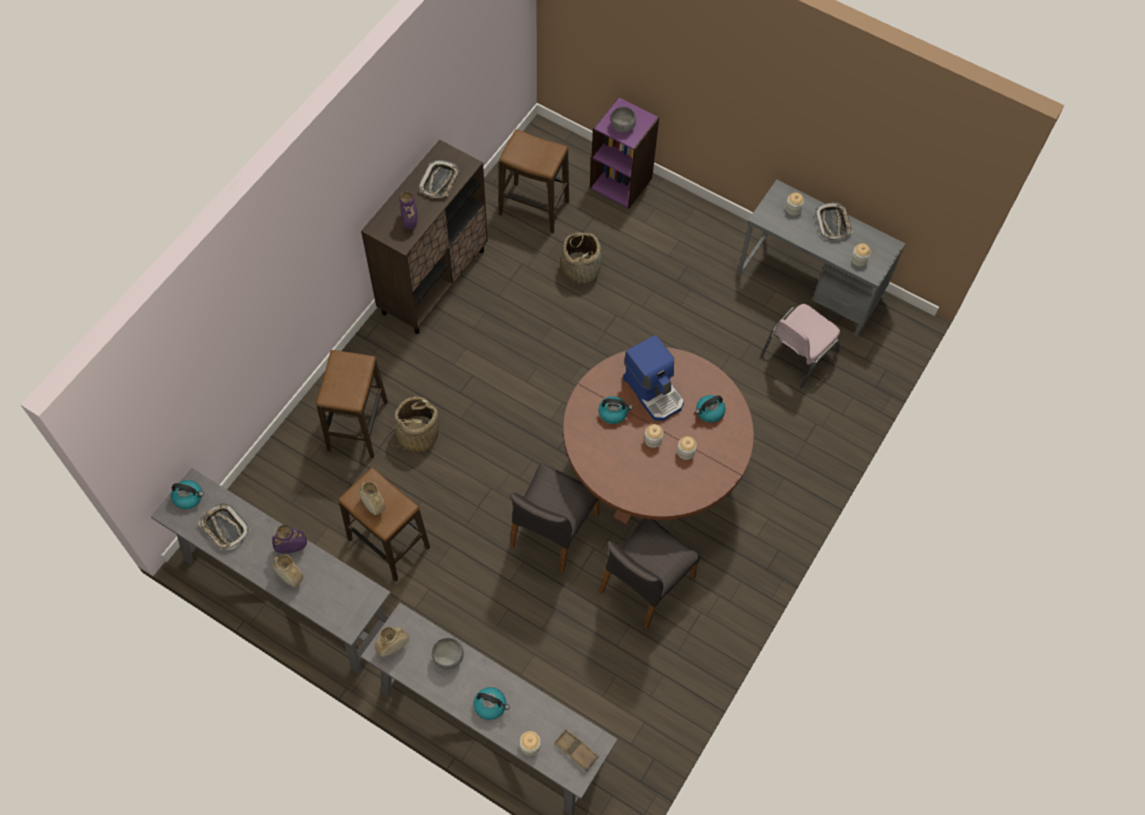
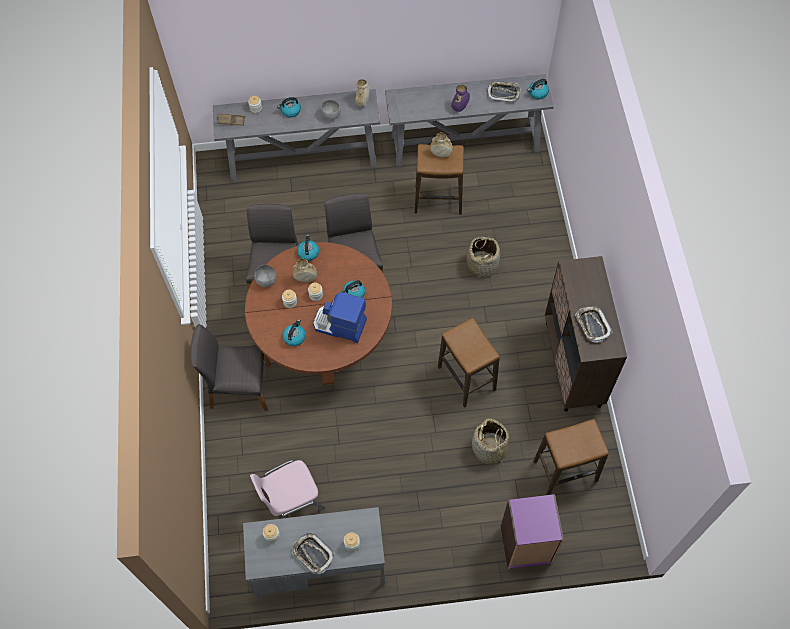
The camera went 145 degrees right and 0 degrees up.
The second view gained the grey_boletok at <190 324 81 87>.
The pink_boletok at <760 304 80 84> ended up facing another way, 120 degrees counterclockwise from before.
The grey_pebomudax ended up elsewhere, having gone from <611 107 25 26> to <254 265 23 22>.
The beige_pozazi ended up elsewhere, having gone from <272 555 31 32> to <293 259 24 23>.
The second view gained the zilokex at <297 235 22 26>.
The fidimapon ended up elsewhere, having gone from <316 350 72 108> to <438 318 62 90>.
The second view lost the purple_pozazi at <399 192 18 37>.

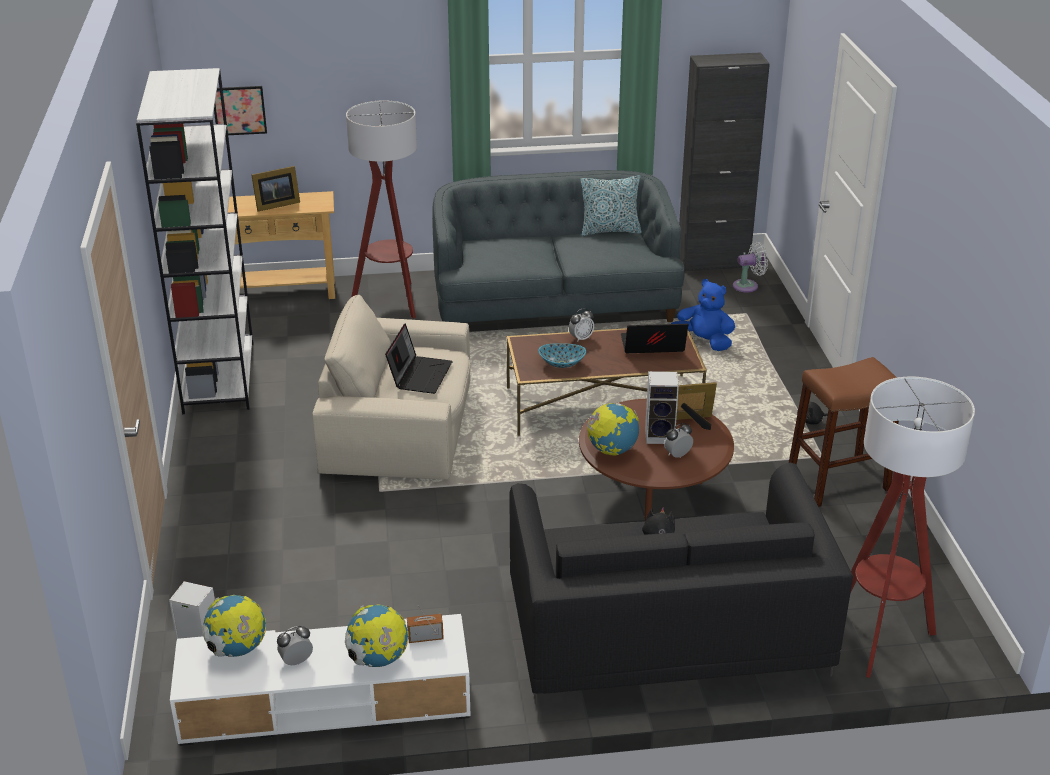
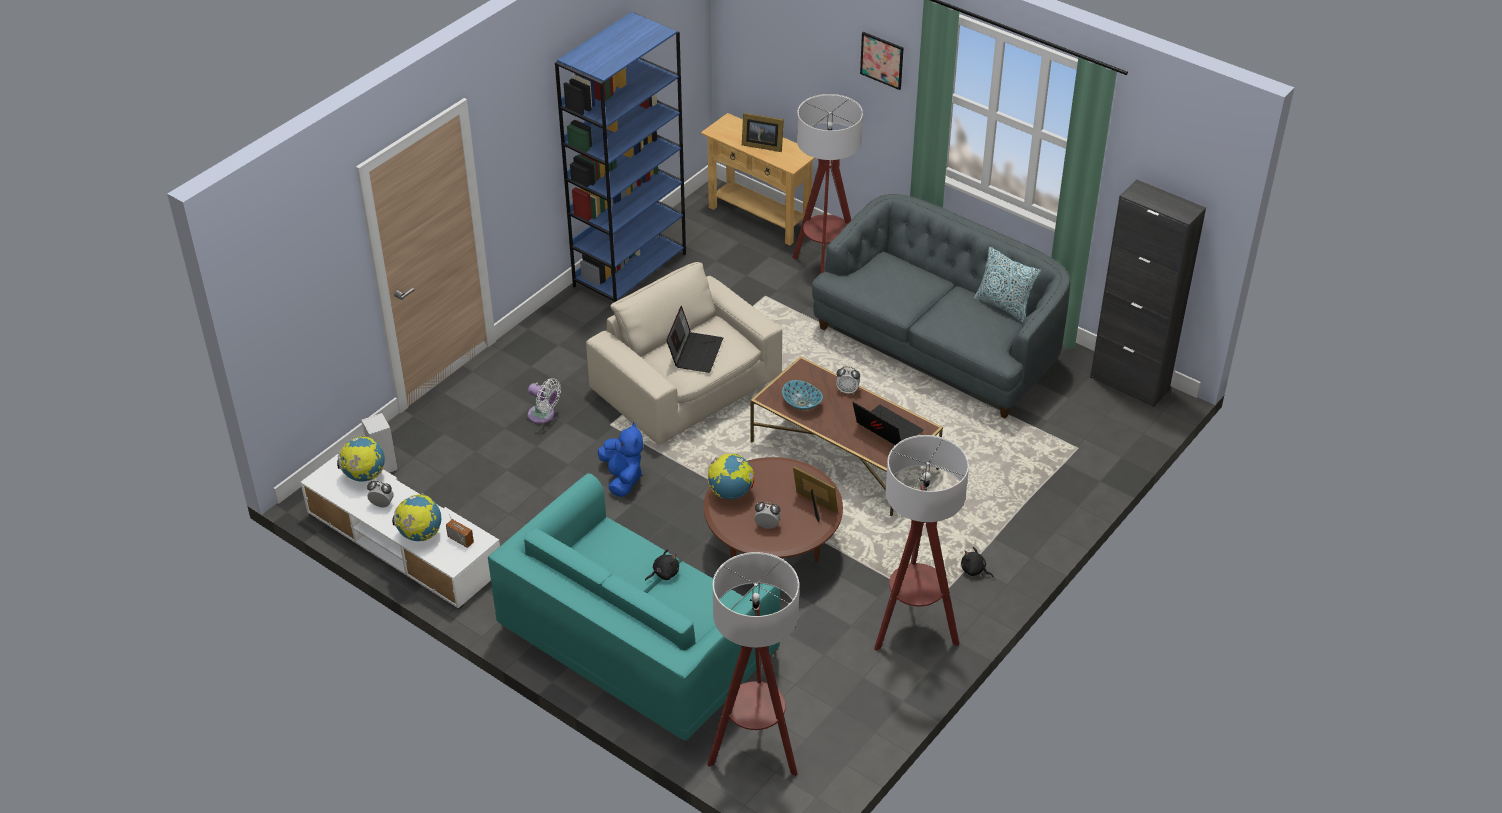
The camera went 45 degrees right and 10 degrees up.
What was the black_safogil at <509 463 344 242> turned into the turquoise_safogil at <488 473 292 274>.
The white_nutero ended up elsewhere, having gone from <733 242 35 50> to <528 378 33 46>.
What was the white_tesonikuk at <136 68 118 346> turned into the blue_tesonikuk at <555 12 131 290>.
The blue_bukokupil ended up elsewhere, having gone from <671 279 64 72> to <598 422 45 75>.
The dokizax at <385 323 68 71> ended up facing another way, 45 degrees counterclockwise from before.
The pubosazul ended up elsewhere, having gone from <214 86 53 49> to <860 32 44 58>.
Where the brown_fidimapon stood at <789 357 110 150>, the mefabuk came to stand at <874 435 95 216>.
The second view lost the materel at <645 371 34 73>.

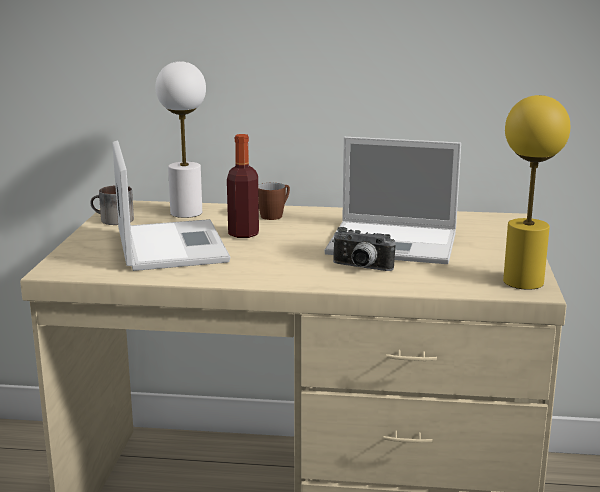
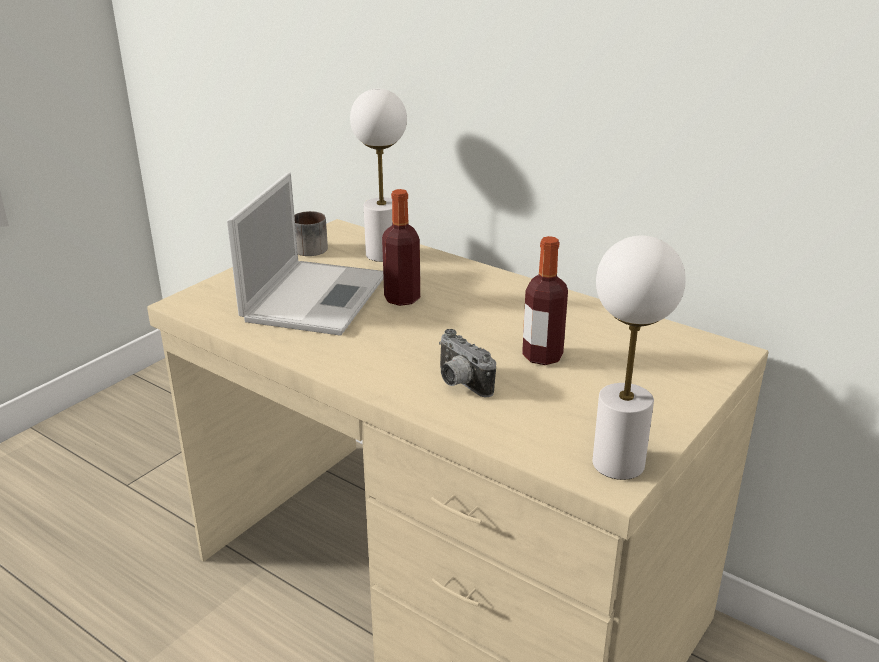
The camera went 30 degrees right and 10 degrees up.
Where the dokizax stood at <325 137 136 127>, the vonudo came to stand at <522 236 46 129>.
What was the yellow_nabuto at <503 95 67 195> turned into the white_nabuto at <592 236 94 244>.
The second view lost the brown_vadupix at <258 183 32 37>.

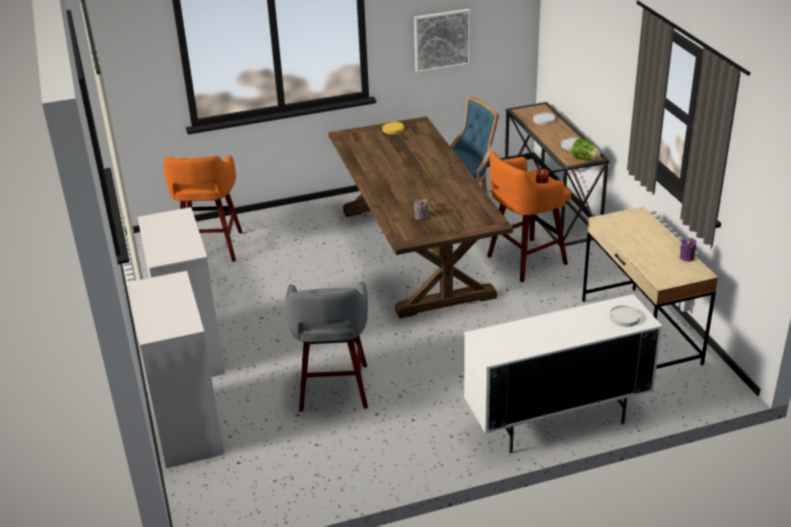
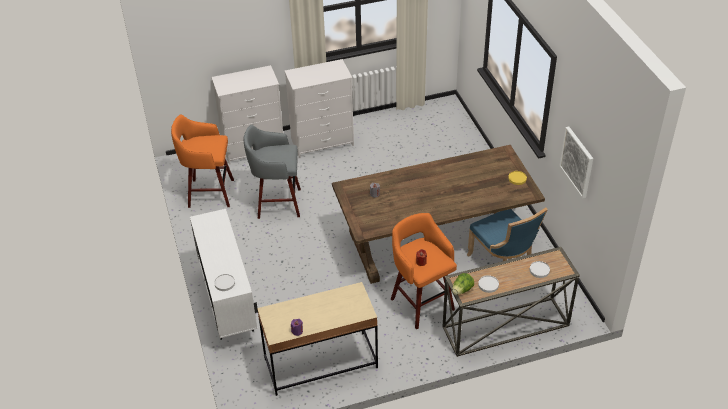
The camera went 90 degrees right and 10 degrees up.
The orange_fidimapon ended up elsewhere, having gone from <164 155 78 107> to <171 115 63 93>.

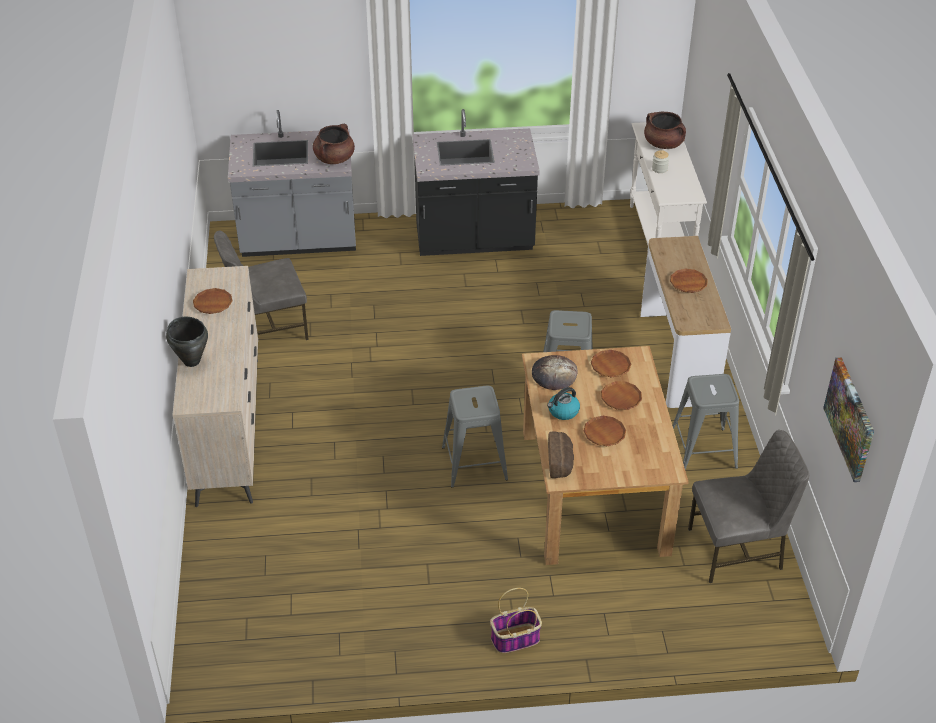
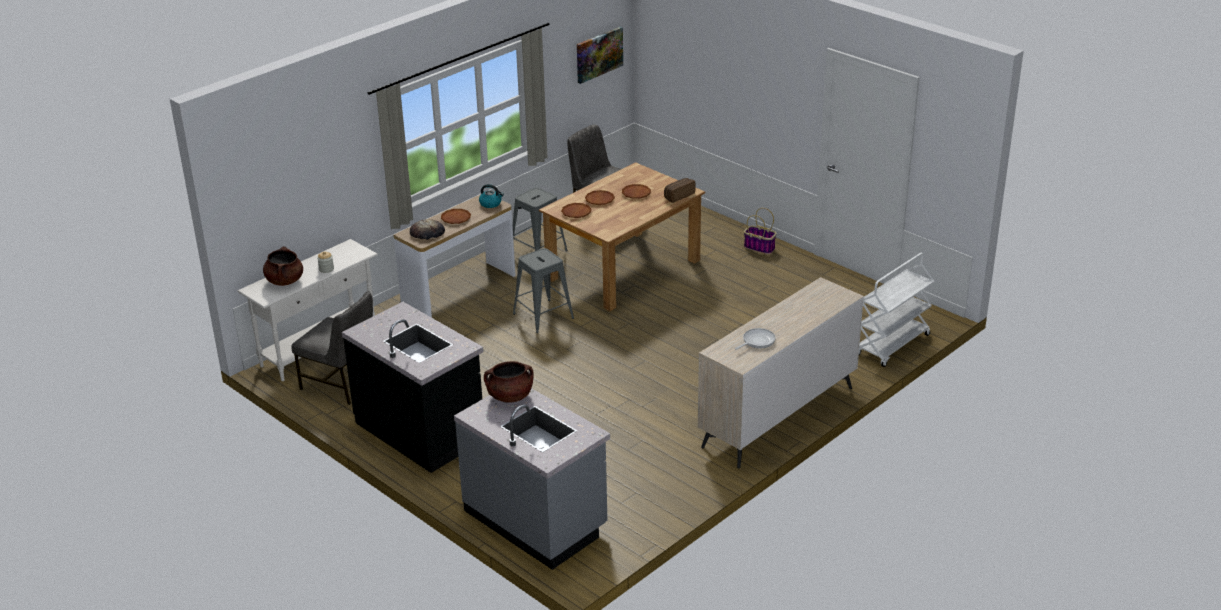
The camera went 130 degrees left and 10 degrees down.
The grey_boletok ended up elsewhere, having gone from <214 231 95 109> to <291 291 82 114>.
The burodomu ended up elsewhere, having gone from <532 355 46 35> to <410 219 35 21>.
The zilokex ended up elsewhere, having gone from <547 387 33 33> to <479 184 25 24>.
Where the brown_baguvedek stood at <193 288 39 26>, the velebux came to stand at <735 328 41 22>.
The second view gained the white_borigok at <859 253 76 114>.
The second view lost the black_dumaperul at <166 317 42 50>.
The second view lost the grey_fidimapon at <442 386 66 102>.

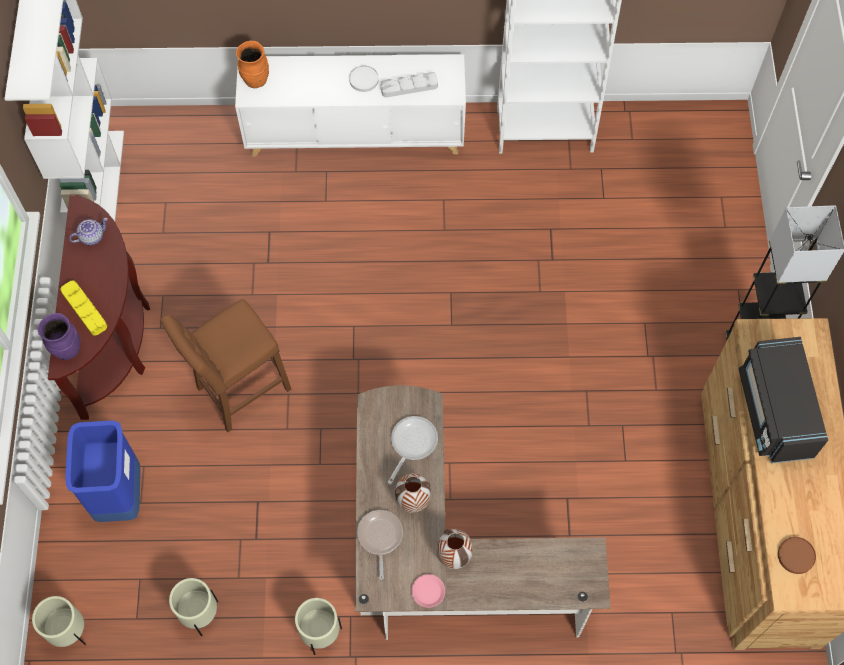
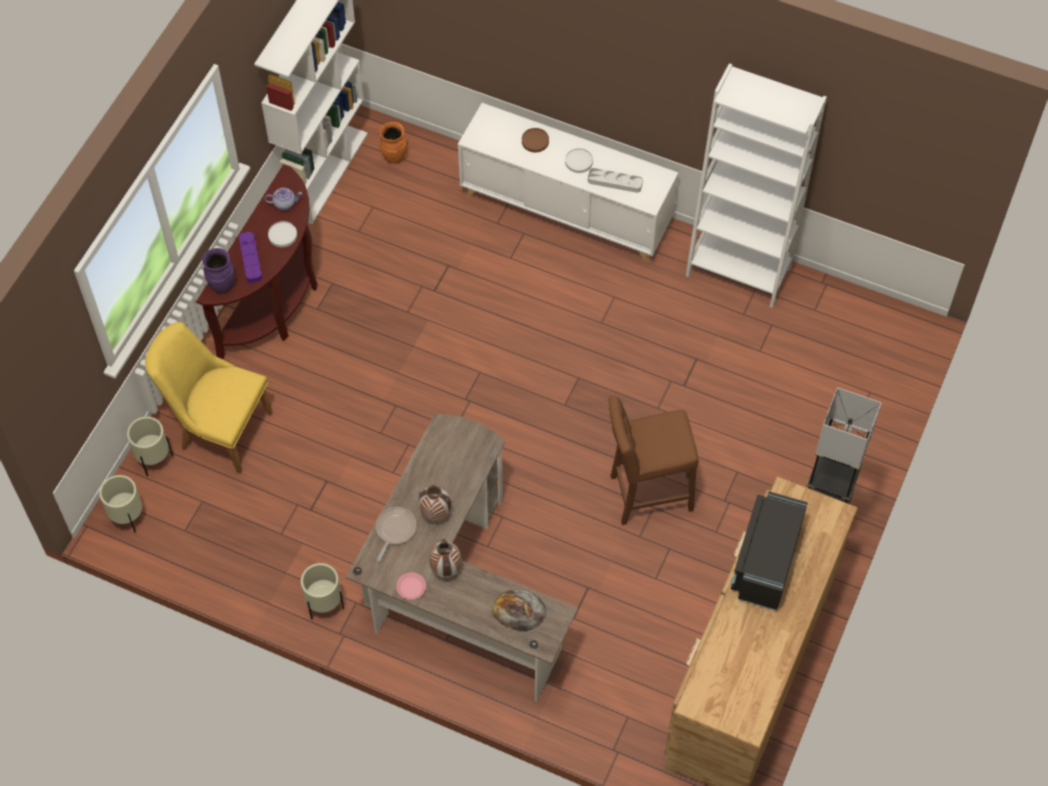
The camera went 25 degrees right and 5 degrees down.
The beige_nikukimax ended up elsewhere, having gone from <169 578 50 58> to <127 417 46 59>.
Where the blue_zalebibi stood at <65 420 76 102>, the yellow_boletok came to stand at <145 322 128 152>.
What was the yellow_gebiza at <61 280 46 56> turned into the purple_gebiza at <239 232 23 51>.
The second view gained the white_baguvedek at <268 221 29 26>.
The orange_pozazi ended up elsewhere, having gone from <236 41 33 47> to <380 122 27 42>.
The second view gained the burodomu at <492 589 55 43>.
The brown_baguvedek ended up elsewhere, having gone from <778 537 38 37> to <522 128 27 24>.
The brown_fidimapon ended up elsewhere, having gone from <160 299 131 133> to <608 396 90 129>.
The second view lost the velebux at <388 416 50 69>.

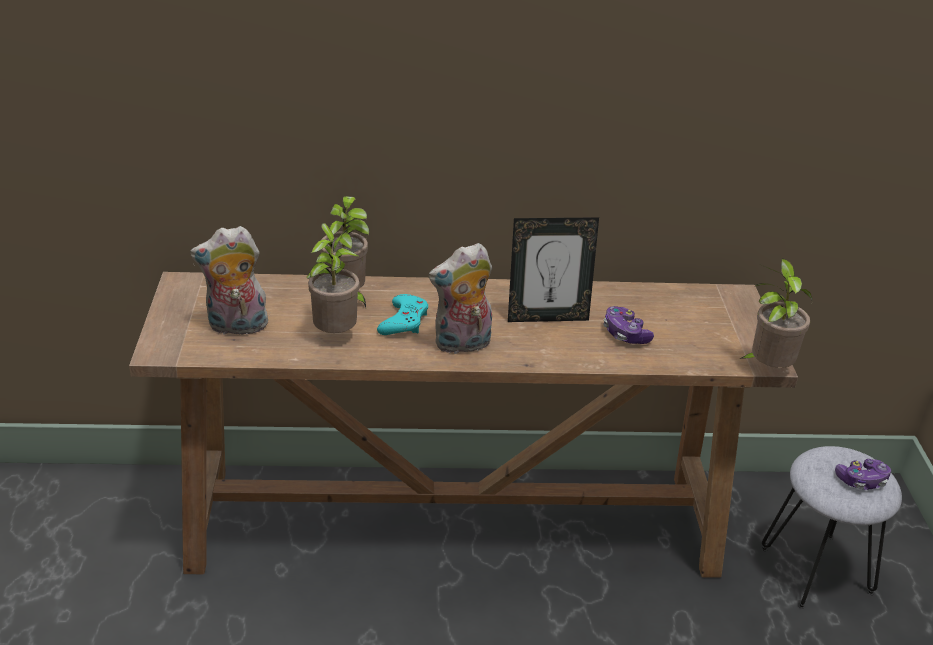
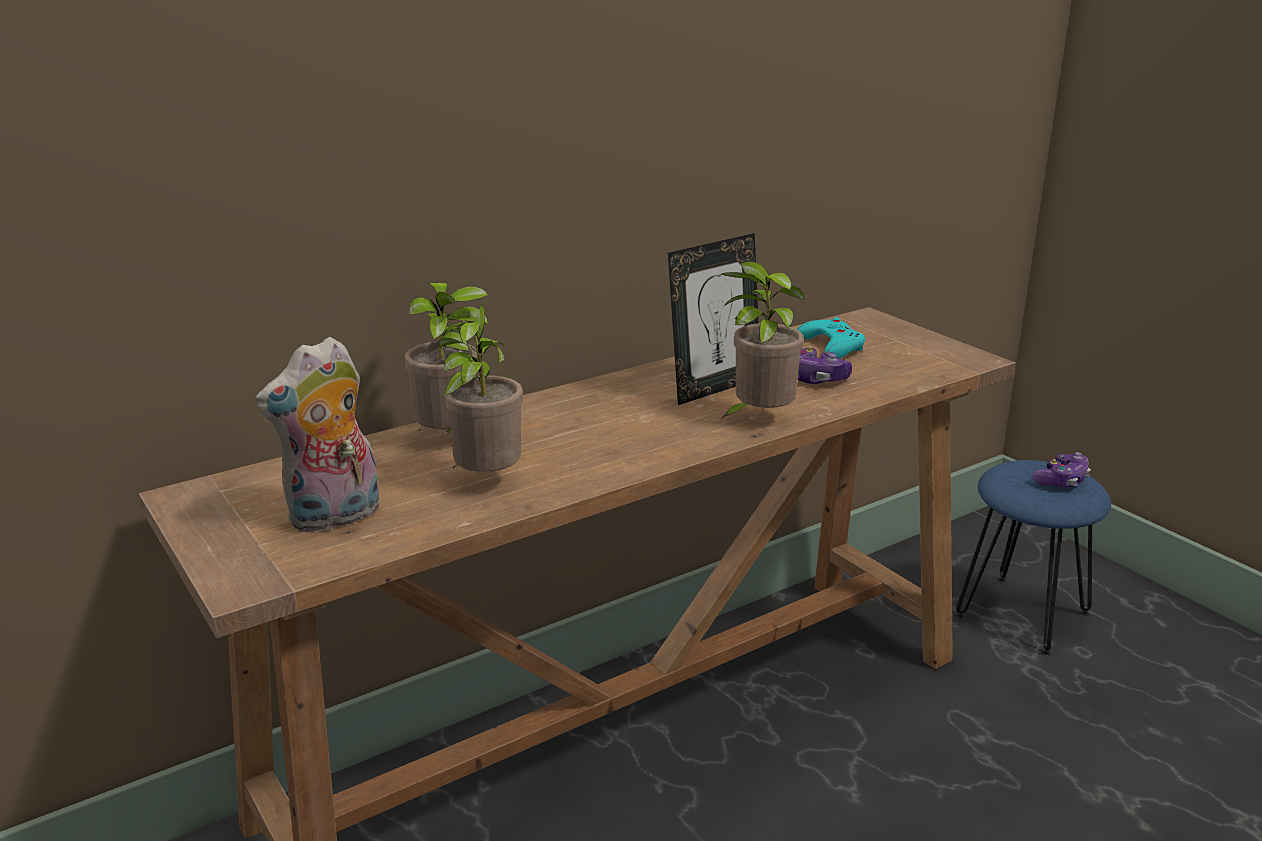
The camera went 30 degrees left and 10 degrees down.
The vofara ended up elsewhere, having gone from <740 259 72 109> to <720 261 85 158>.
The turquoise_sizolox ended up elsewhere, having gone from <377 294 51 41> to <797 317 68 41>.
What was the grey_fidimapon at <761 446 141 163> turned into the blue_fidimapon at <956 460 155 196>.
The second view lost the bukokupil at <429 243 63 111>.

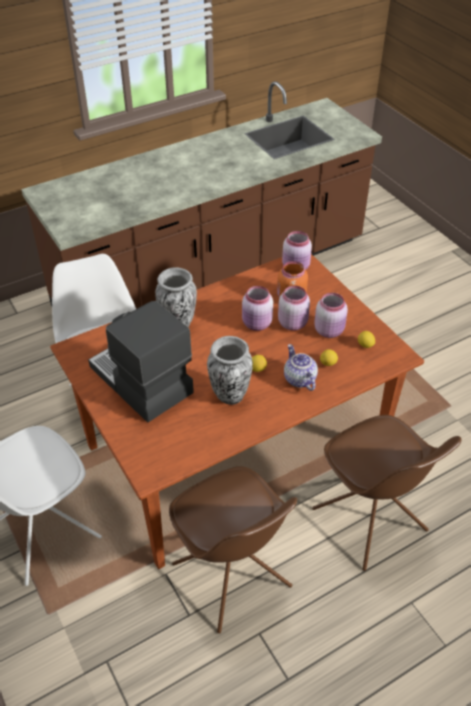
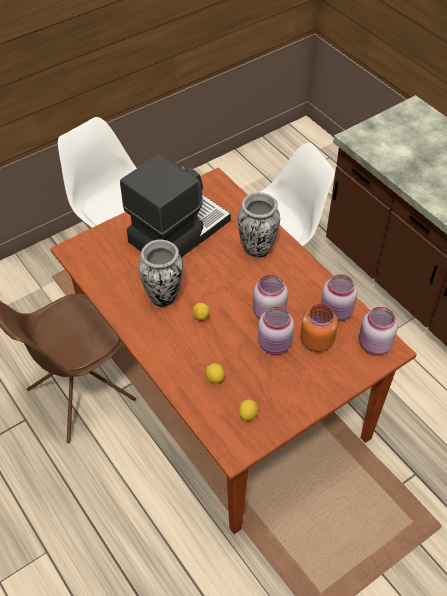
The camera went 85 degrees right and 5 degrees up.
The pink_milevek ended up elsewhere, having gone from <314 293 34 45> to <321 274 36 47>.
The second view lost the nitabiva at <284 344 34 47>.
The second view lost the brown_boletok at <312 415 149 156>.

